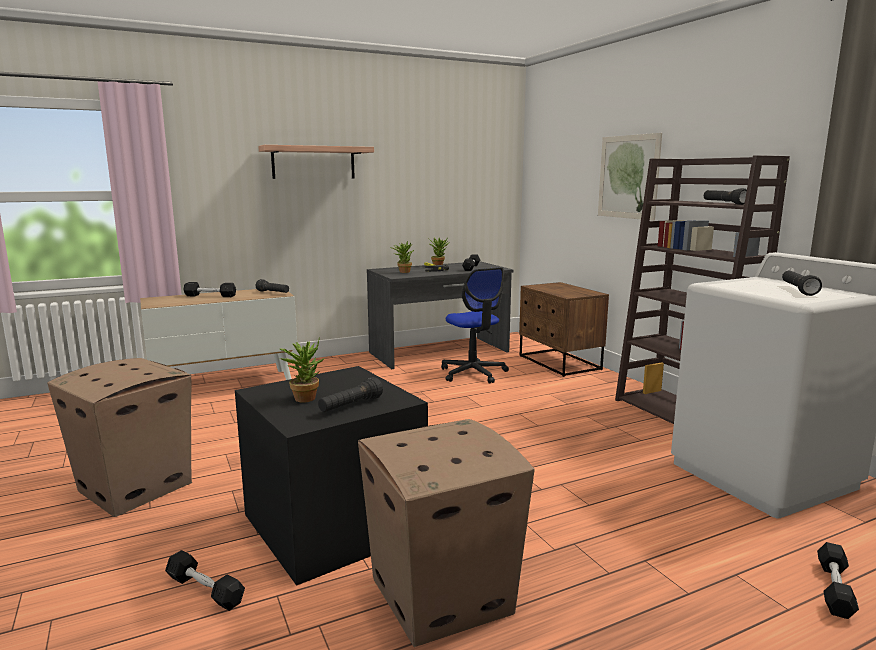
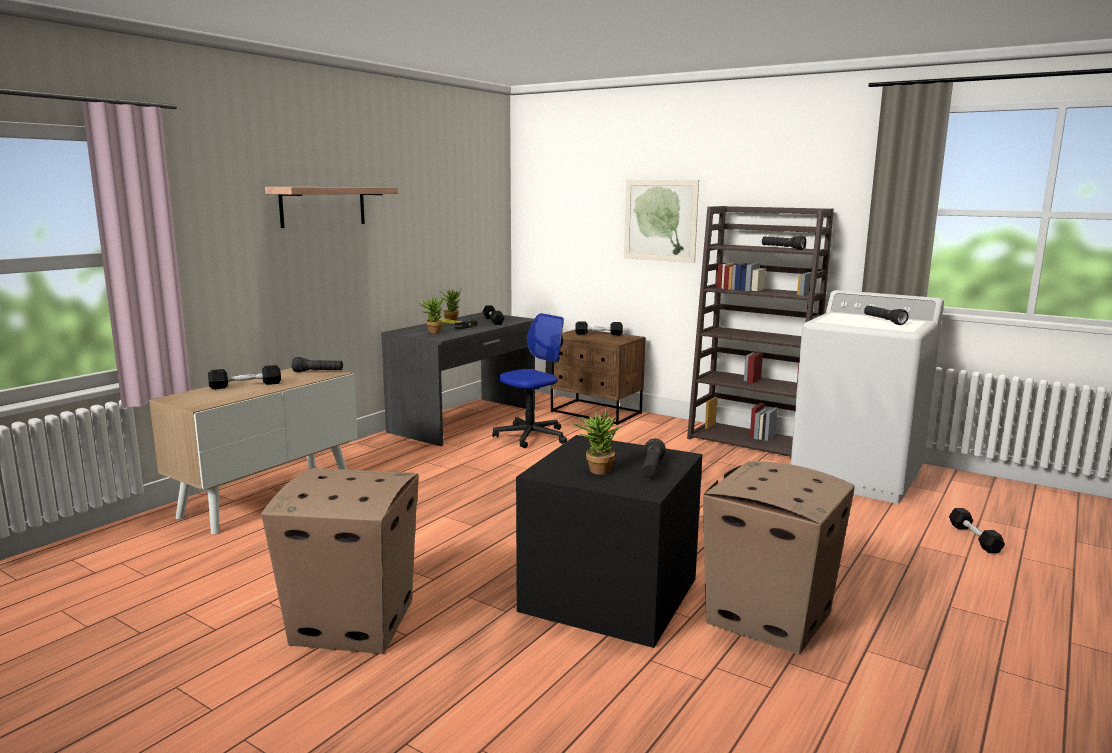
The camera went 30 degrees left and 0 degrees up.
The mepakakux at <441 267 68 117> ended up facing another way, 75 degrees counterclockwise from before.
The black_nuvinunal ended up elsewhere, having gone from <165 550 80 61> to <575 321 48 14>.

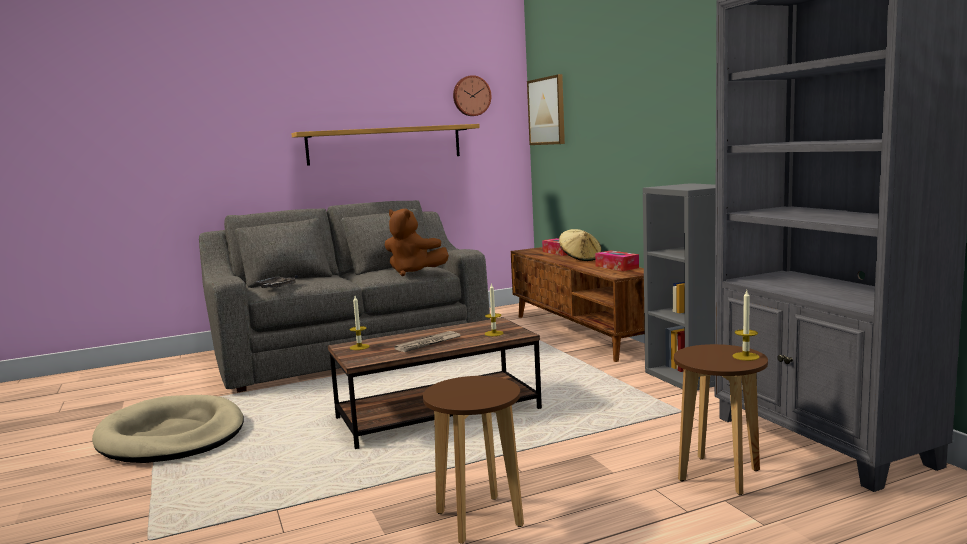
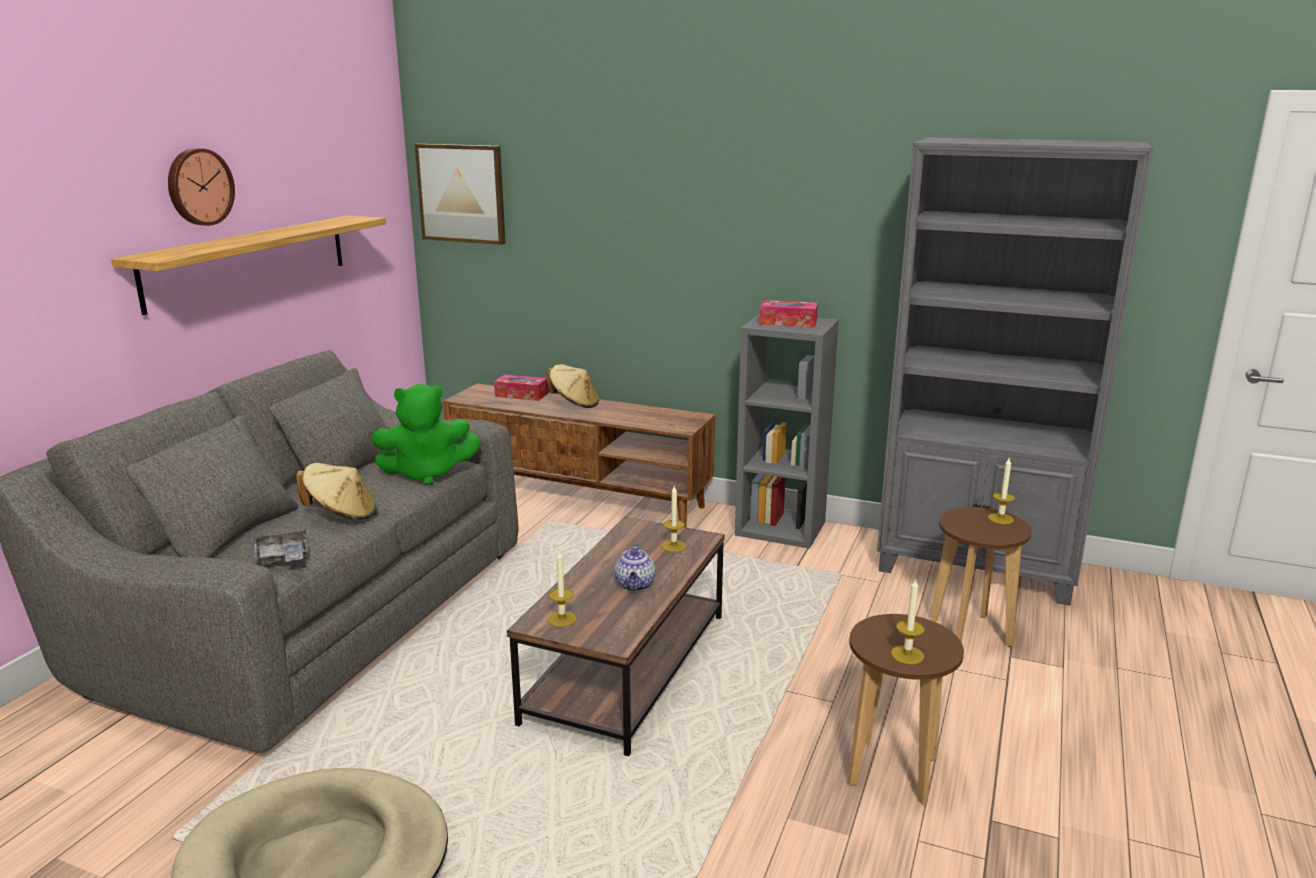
The camera went 45 degrees left and 10 degrees up.
The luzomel ended up elsewhere, having gone from <453 75 38 41> to <168 148 67 78>.
The second view gained the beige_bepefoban at <296 463 80 57>.
What was the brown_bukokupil at <385 209 64 67> turned into the green_bukokupil at <371 384 109 101>.
Where the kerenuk stood at <394 331 67 21>, the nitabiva came to stand at <614 544 42 47>.
The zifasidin ended up elsewhere, having gone from <595 250 44 21> to <759 300 59 28>.
The second view gained the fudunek at <891 578 34 86>.

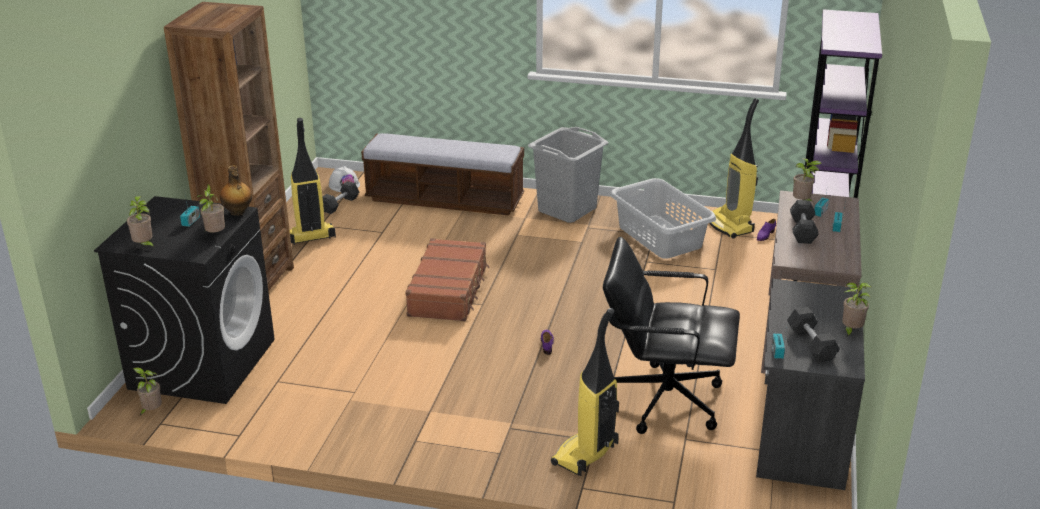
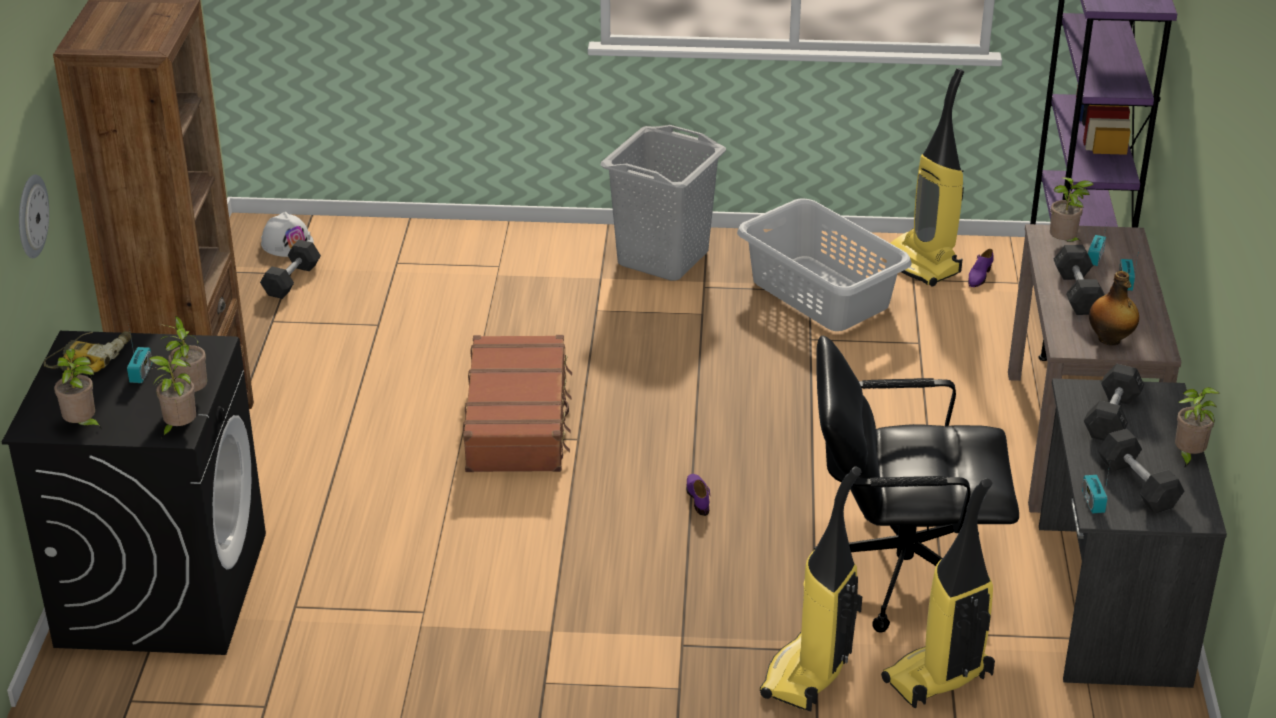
The camera went 10 degrees left and 5 degrees up.
The second view gained the luzomel at <19 174 30 84>.
The second view gained the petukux at <44 331 87 41>.
The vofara ended up elsewhere, having gone from <133 368 29 48> to <149 356 47 82>.
The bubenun ended up elsewhere, having gone from <290 118 46 127> to <881 478 114 231>.
The second view gained the grey_nuvinunal at <1084 364 60 77>.
The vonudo ended up elsewhere, having gone from <220 165 32 51> to <1089 271 50 75>.
The second view lost the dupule at <361 133 163 82>.

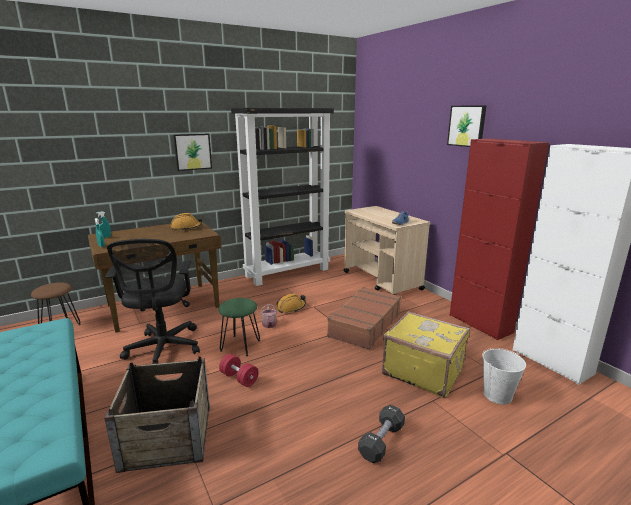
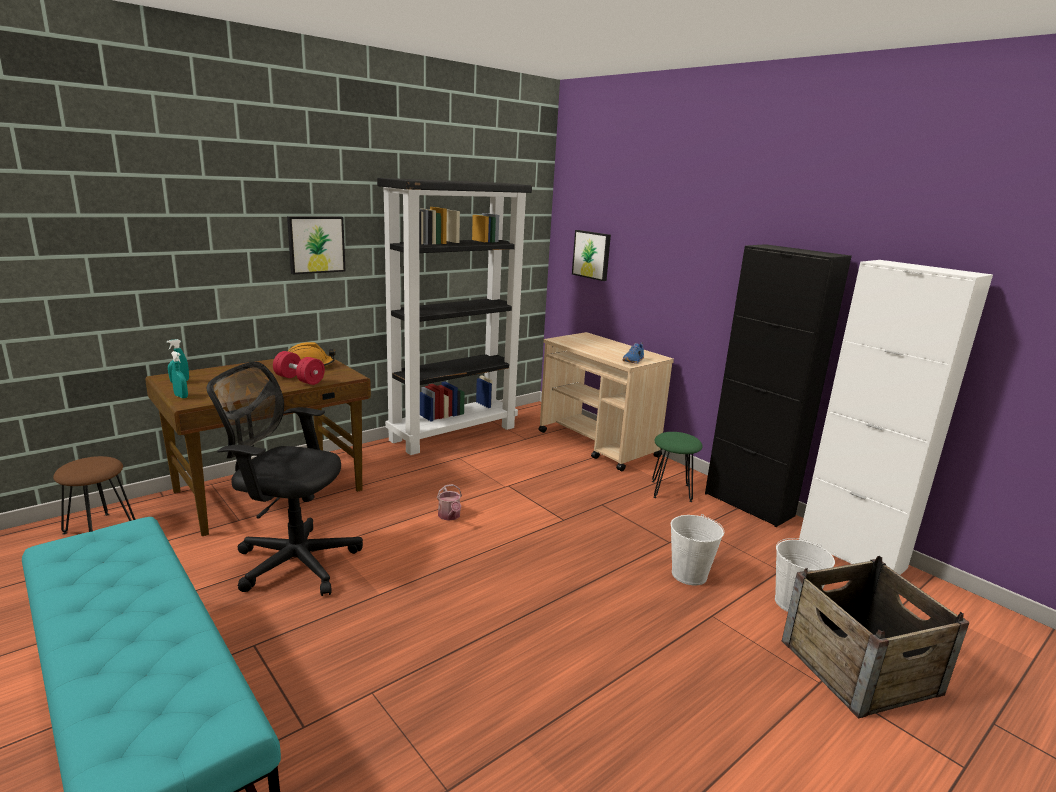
The camera went 10 degrees left and 0 degrees up.
The black_mepakakux at <105 239 95 125> ended up facing another way, 120 degrees clockwise from before.
The red_nuvinunal ended up elsewhere, having gone from <219 354 40 33> to <273 351 52 34>.
The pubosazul ended up elsewhere, having gone from <447 105 40 42> to <572 230 39 51>.
The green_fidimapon ended up elsewhere, having gone from <218 298 42 58> to <652 432 51 70>.
Where the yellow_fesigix stood at <382 311 88 87>, the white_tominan came to stand at <671 514 53 71>.
What was the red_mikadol at <450 138 99 202> turned into the black_mikadol at <705 244 147 283>.
The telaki ended up elsewhere, having gone from <104 356 106 117> to <782 556 188 162>.
The second view lost the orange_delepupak at <276 293 30 20>.
The second view lost the brown_fesigix at <327 287 74 63>.
The second view lost the black_nuvinunal at <358 404 47 59>.

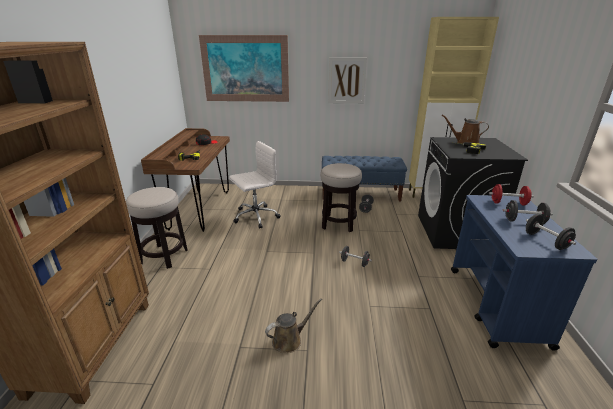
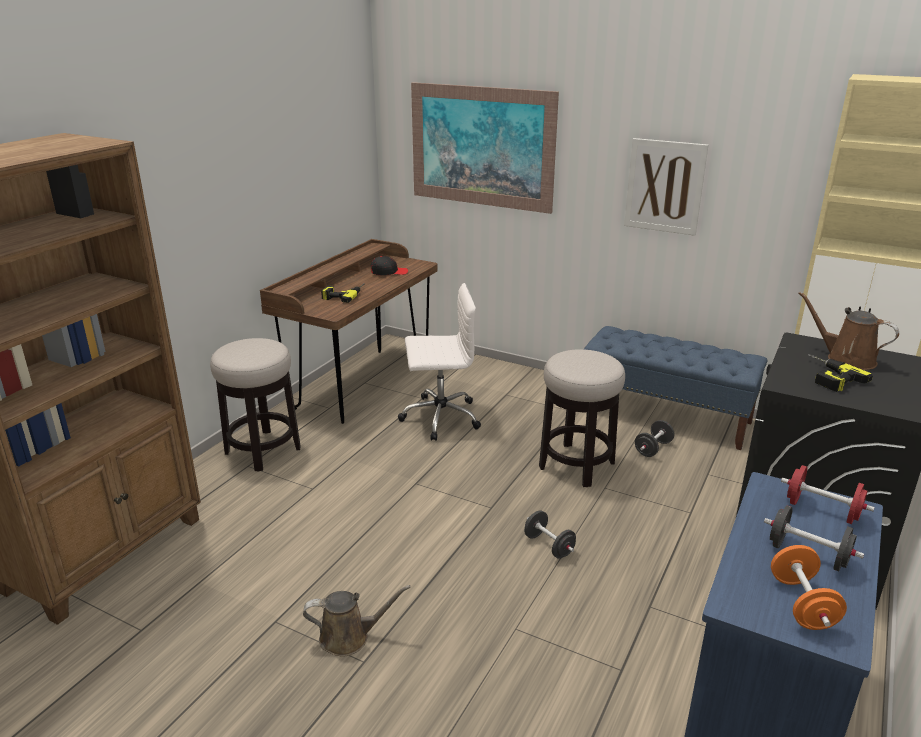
The camera went 25 degrees right and 0 degrees up.
What was the black_nuvinunal at <526 213 50 37> turned into the orange_nuvinunal at <771 545 76 85>.

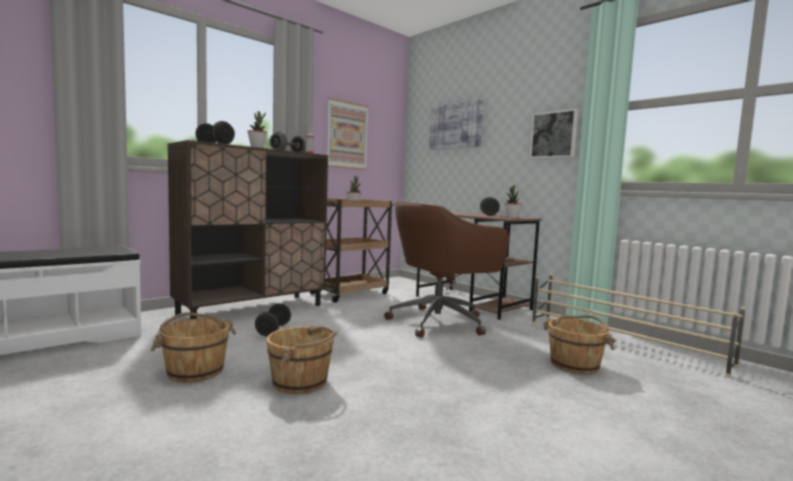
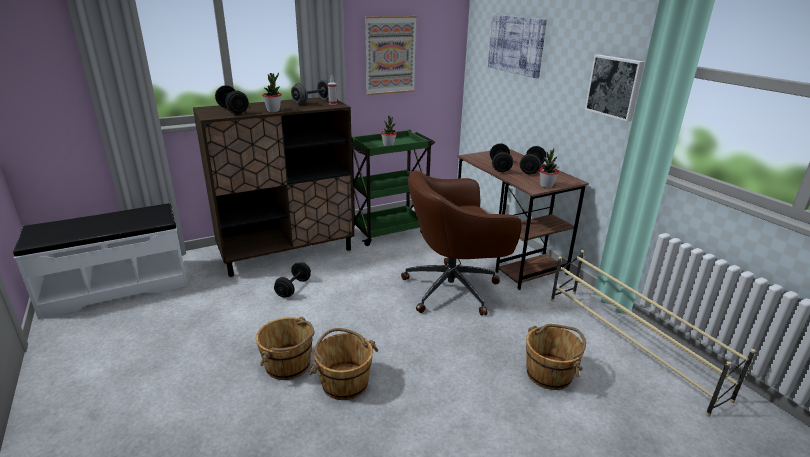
The camera went 15 degrees right and 20 degrees up.
The brown_tominan ended up elsewhere, having gone from <150 312 86 70> to <309 328 69 72>.
What was the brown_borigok at <310 198 85 105> turned into the green_borigok at <352 130 83 116>.
The second view gained the black_nuvinunal at <490 143 23 29>.

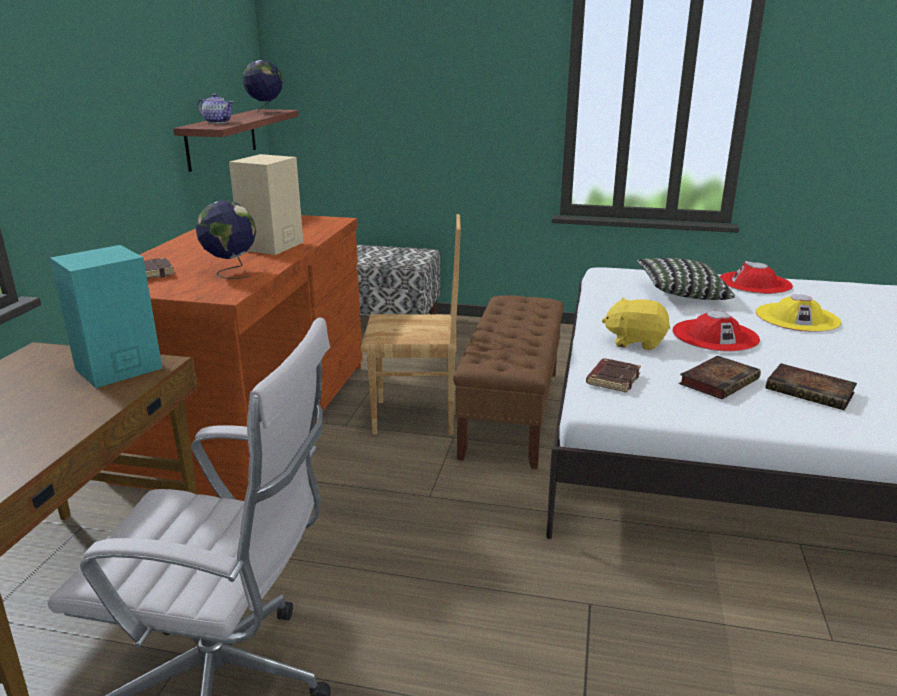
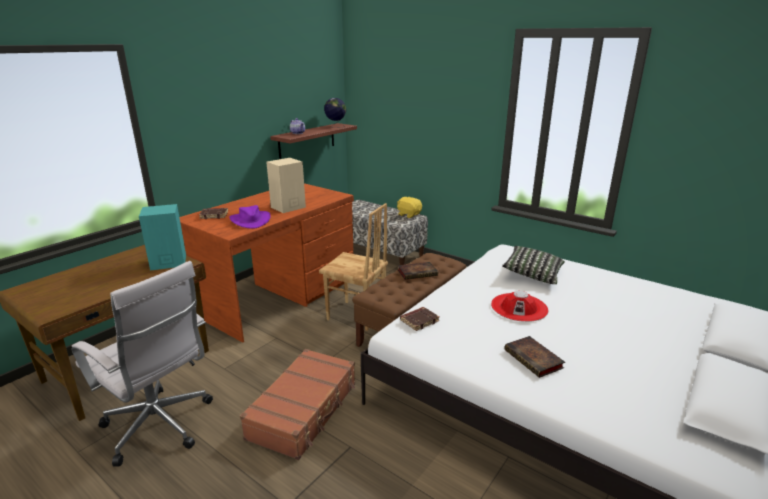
The camera went 25 degrees right and 0 degrees up.
Where the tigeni stood at <196 200 60 79>, the purple_bepefoban came to stand at <229 205 42 24>.
The second view gained the brown_fesigix at <240 349 115 111>.
The yellow_bukokupil ended up elsewhere, having gone from <602 297 68 53> to <397 196 25 22>.
The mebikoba ended up elsewhere, having gone from <679 356 82 43> to <398 262 40 18>.
The second view lost the red_bepefoban at <720 261 73 33>.
The second view lost the yellow_bepefoban at <756 294 85 38>.

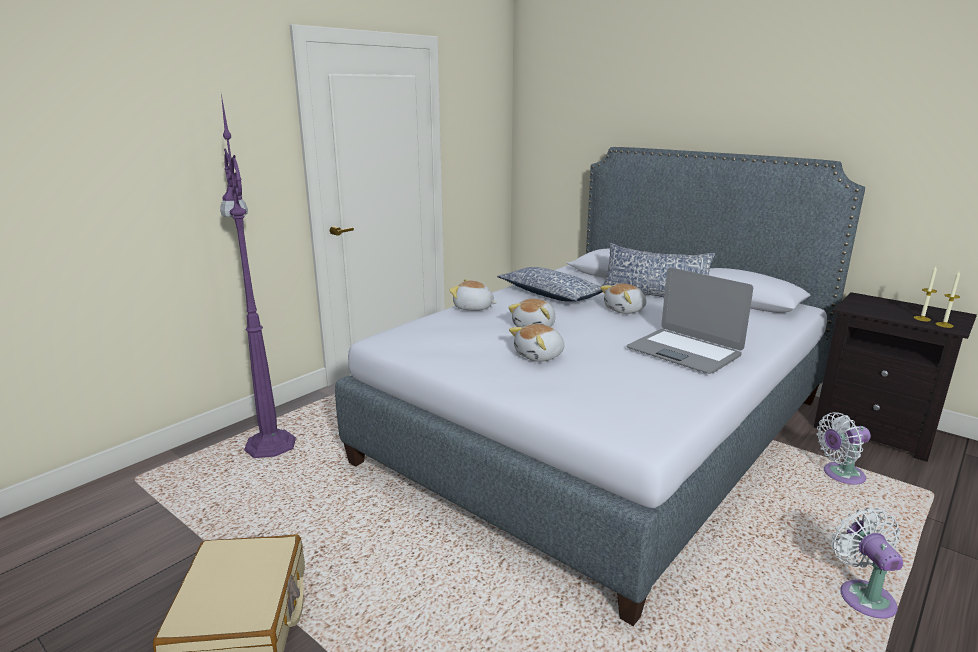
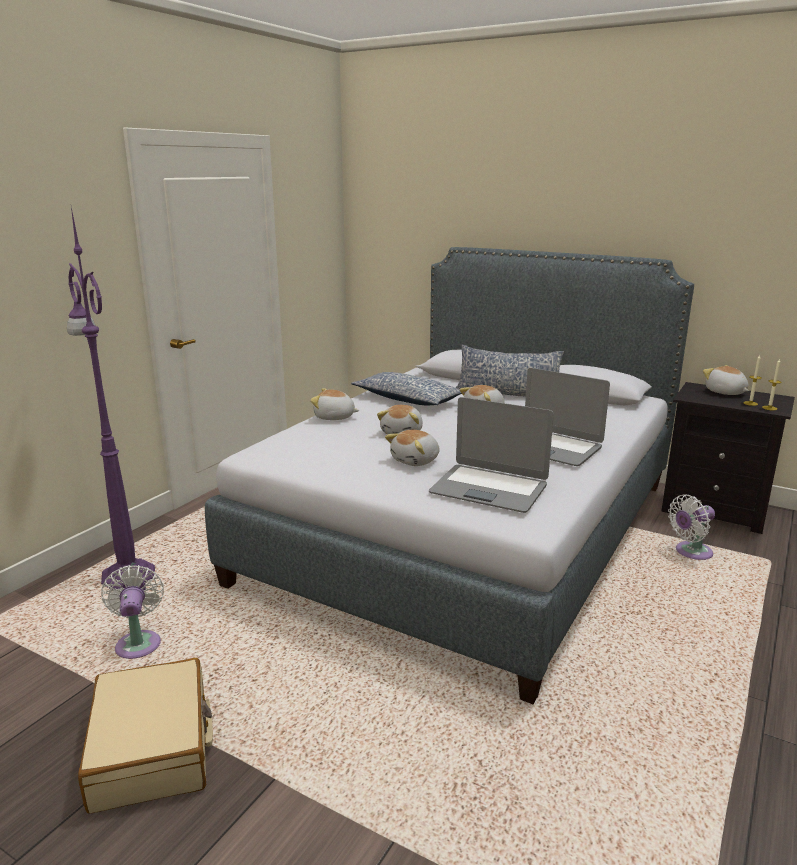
The camera went 10 degrees left and 0 degrees up.
The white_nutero ended up elsewhere, having gone from <832 508 71 111> to <101 565 63 94>.
The second view gained the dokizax at <429 397 125 116>.
The second view gained the bukokupil at <703 365 46 30>.

